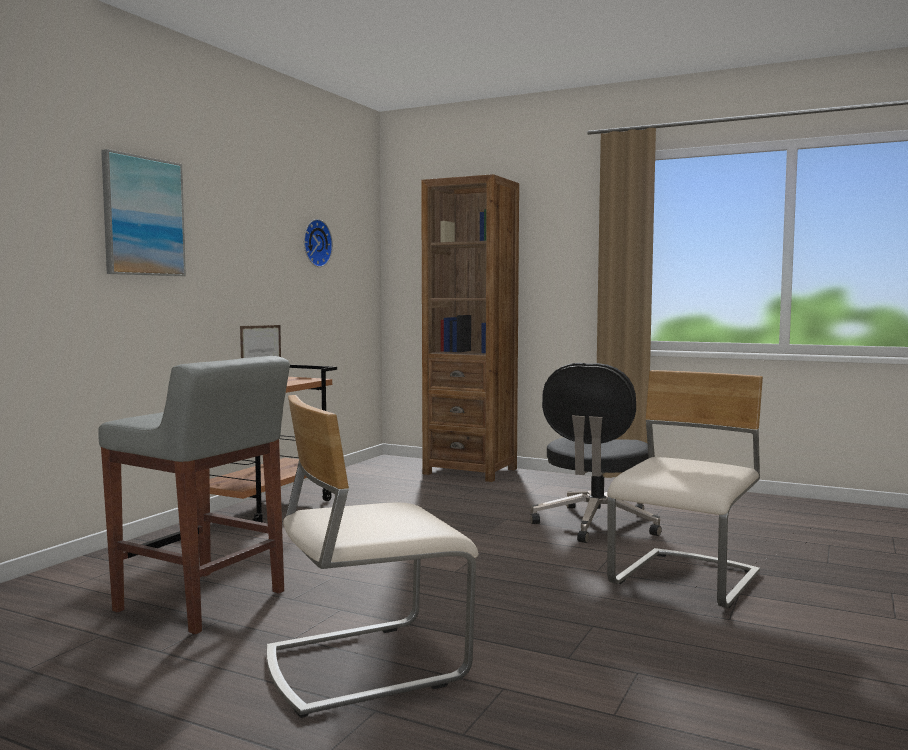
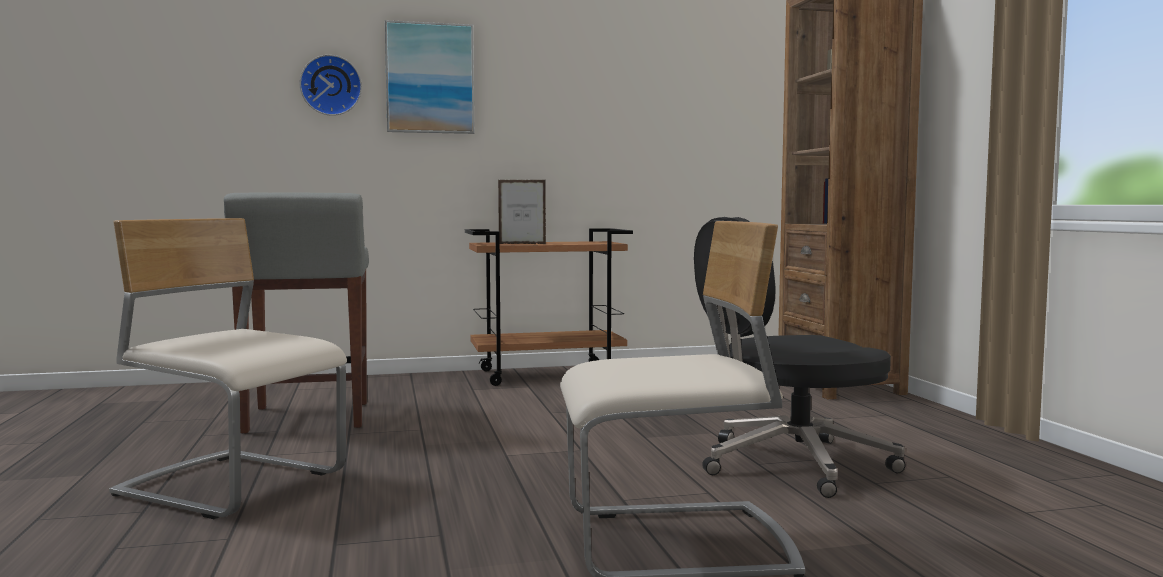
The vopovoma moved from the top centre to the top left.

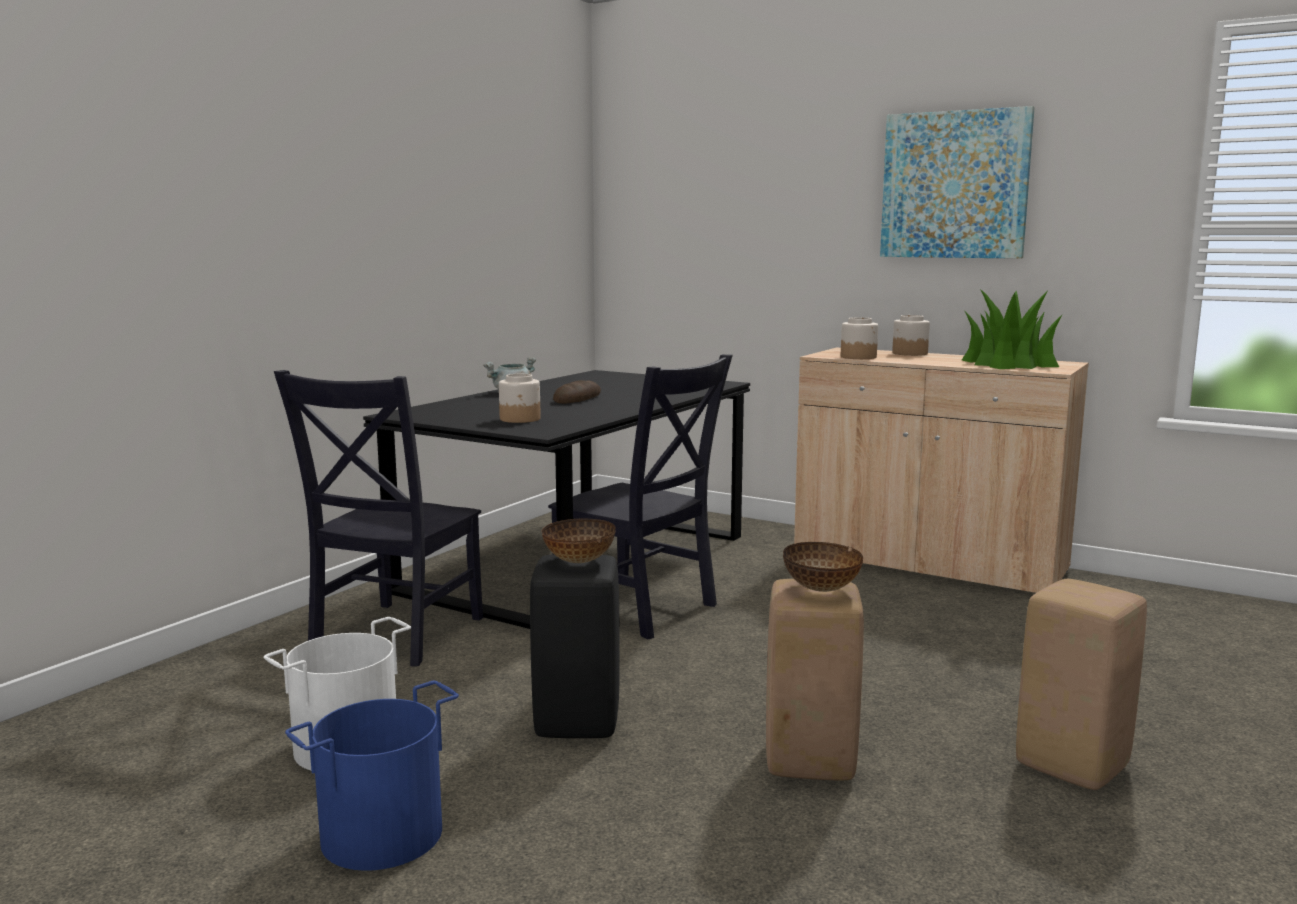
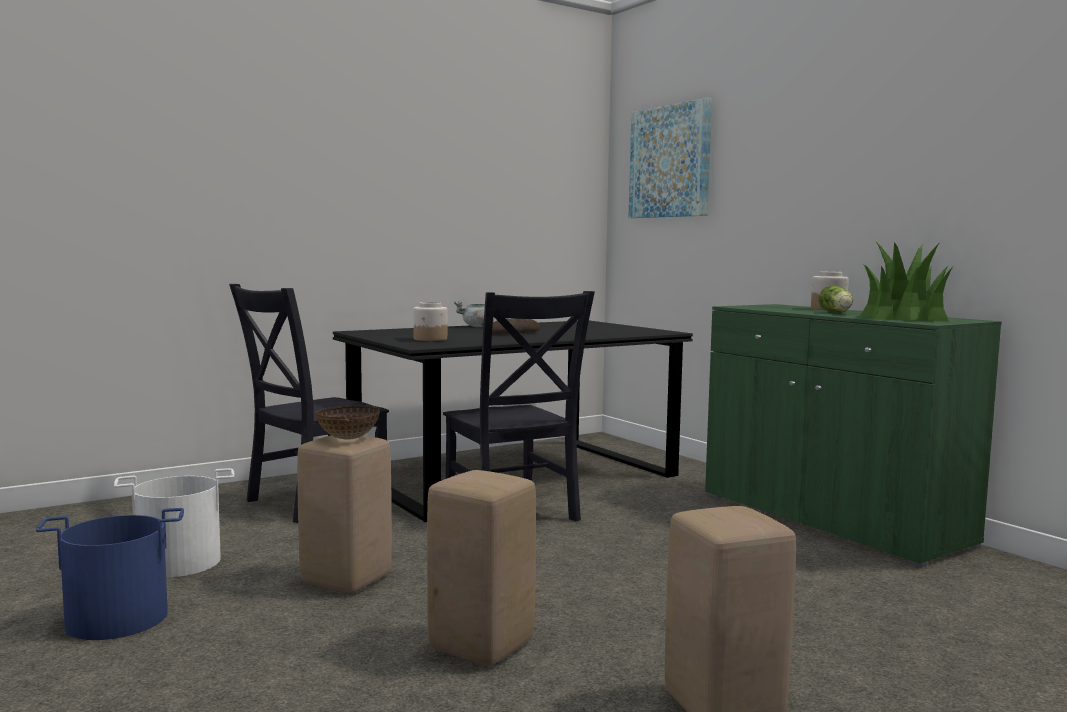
The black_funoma at the bottom centre became the beige_funoma (1st from left) at the bottom left. The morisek (2nd from left) at the centre disappeared. The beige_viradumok at the middle right became the green_viradumok at the middle right. The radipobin (2nd from left) at the centre disappeared. The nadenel moved from the top right to the top centre. The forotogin at the middle right appeared.

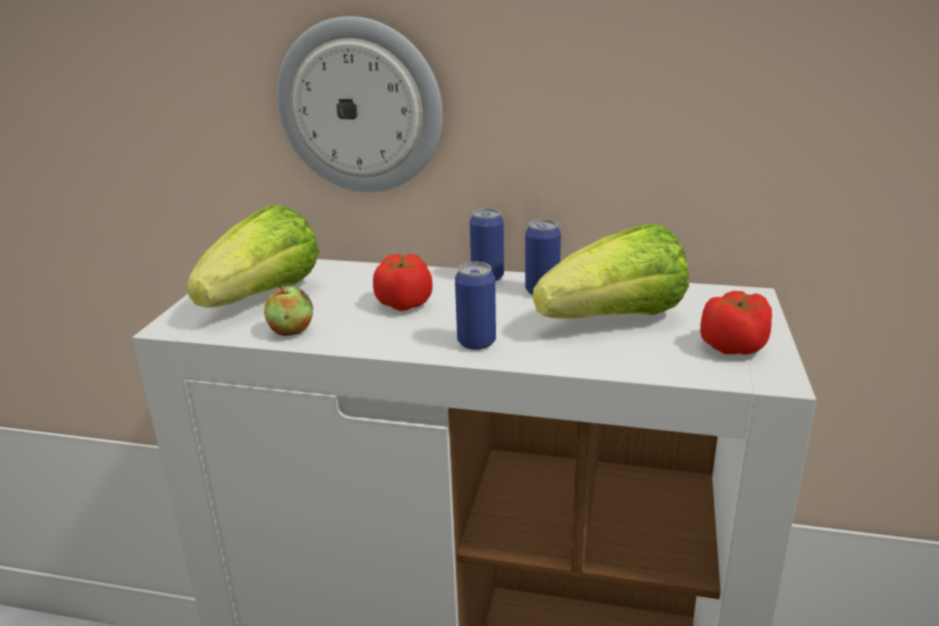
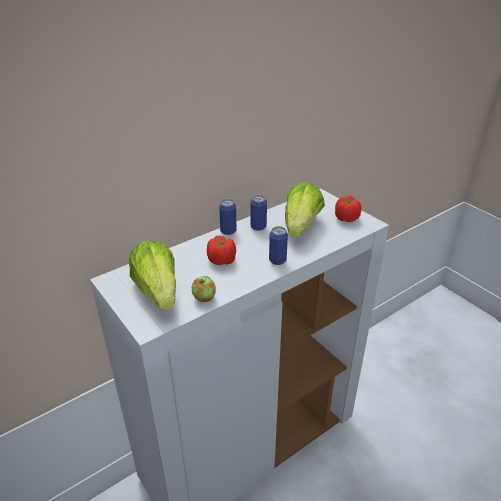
The vopovoma at the top centre disappeared.

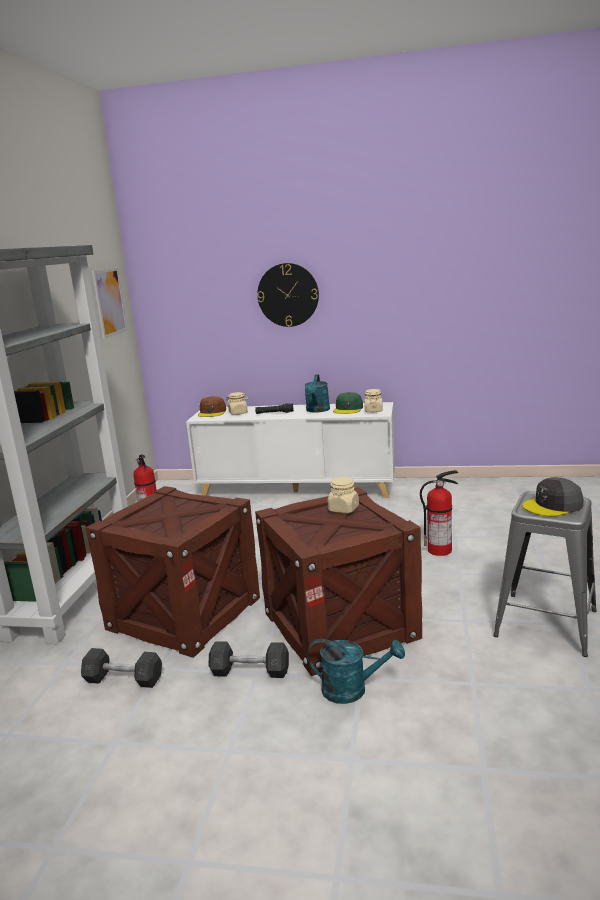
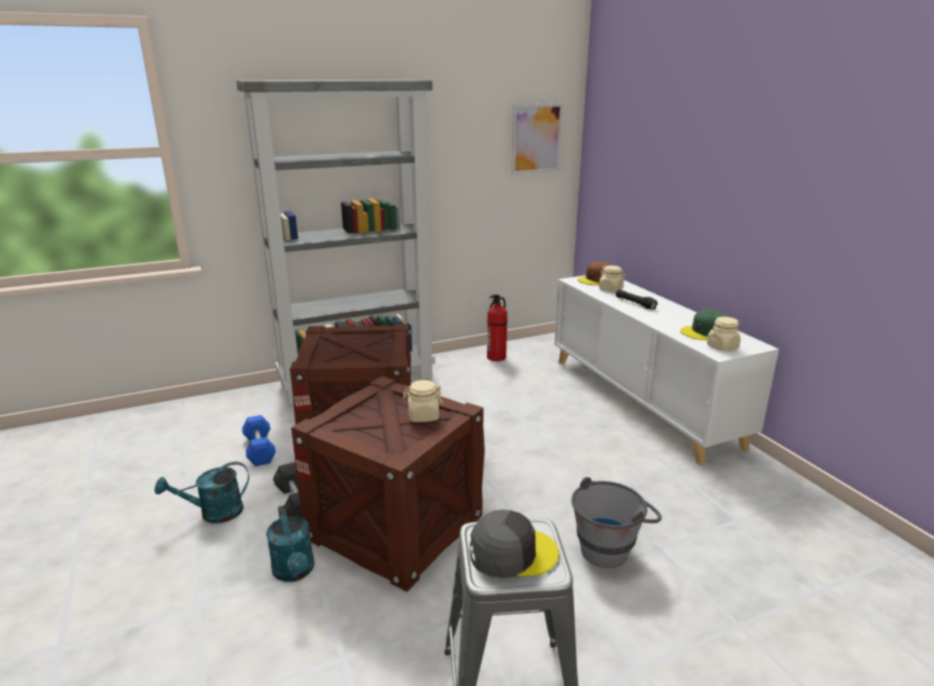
The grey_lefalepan (1st from left) at the bottom left became the blue_lefalepan at the middle left. The vopovoma at the top centre disappeared. The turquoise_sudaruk (1st from left) moved from the centre to the bottom left. The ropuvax (2nd from left) at the middle right was replaced by the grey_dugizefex at the bottom centre. The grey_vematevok at the middle right turned 135 degrees clockwise.

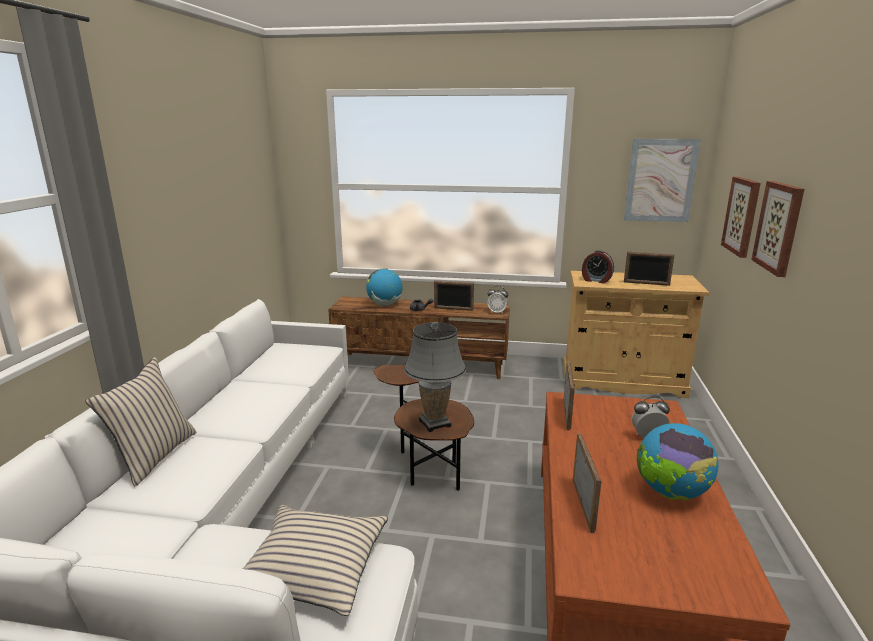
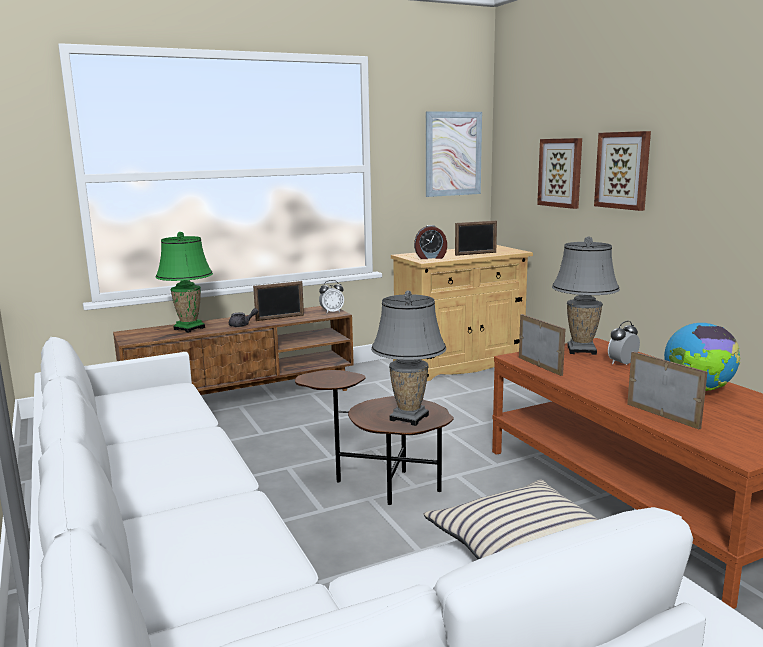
The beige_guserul (1st from left) at the middle left disappeared. The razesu (1st from left) at the centre was replaced by the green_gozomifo at the middle left. The grey_gozomifo (2nd from left) at the middle right appeared.

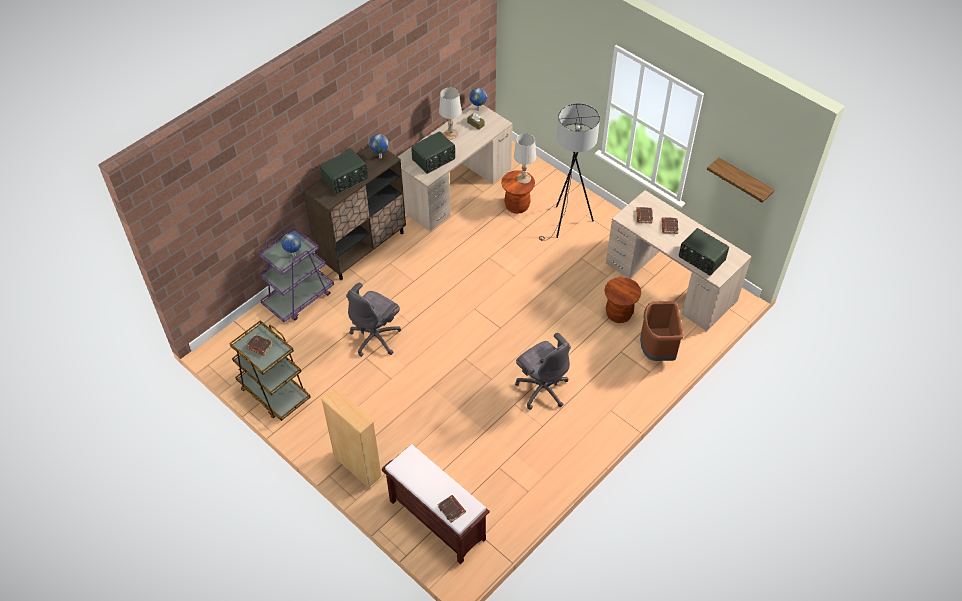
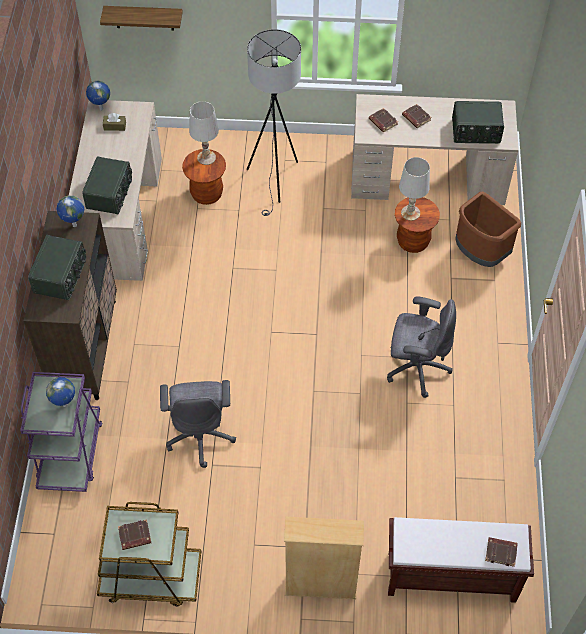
The white_gozomifo (1st from left in the first image) moved from the top centre to the top right. The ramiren moved from the top right to the top left.

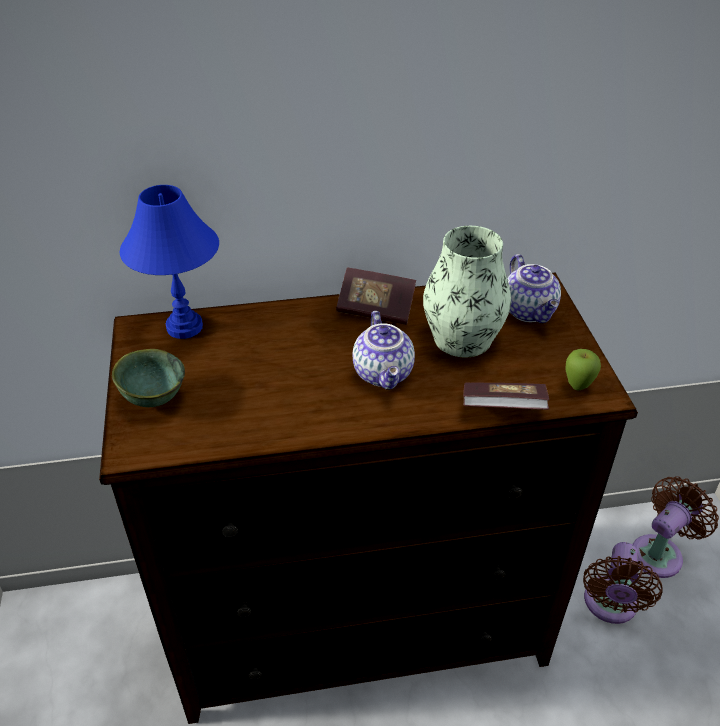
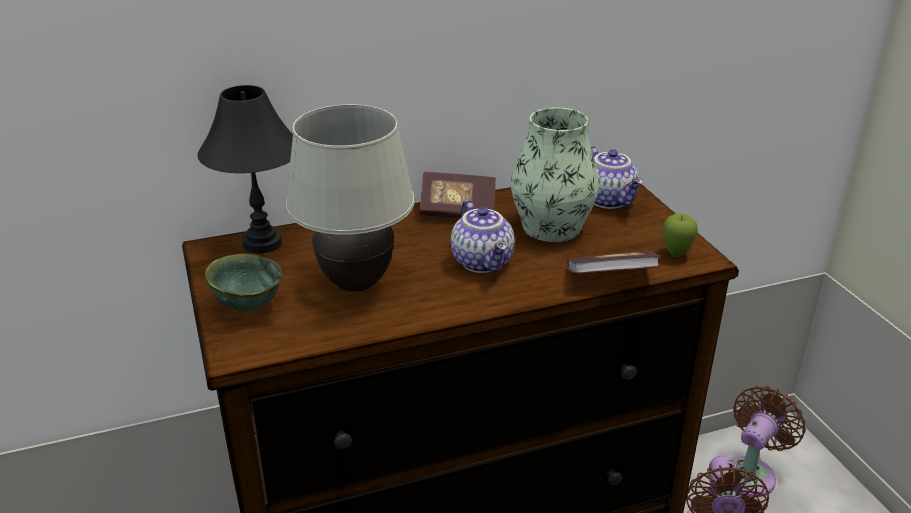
The blue_gozomifo at the middle left became the black_gozomifo at the top left. The white_gozomifo at the centre appeared.

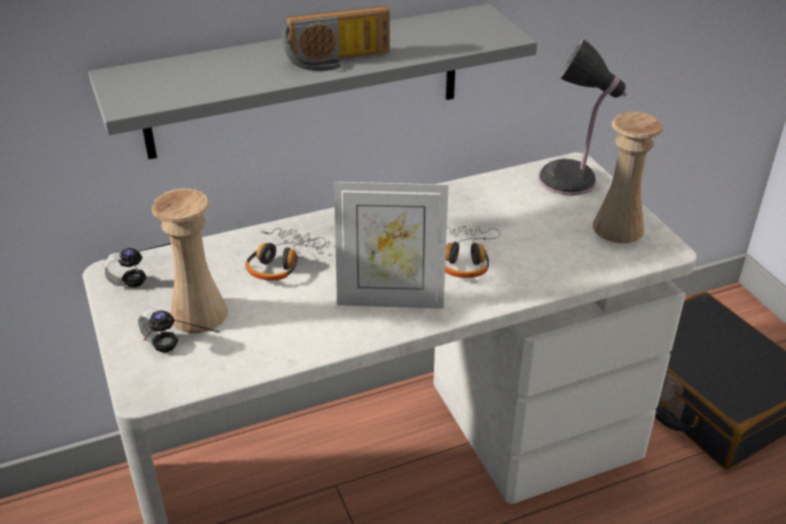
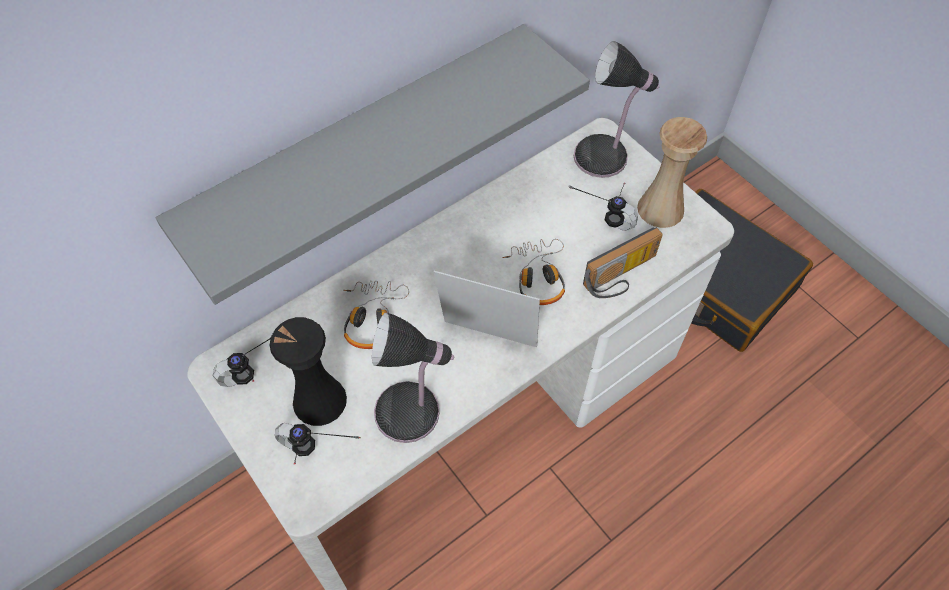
The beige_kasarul (1st from left) at the middle left became the black_kasarul at the middle left. The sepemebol moved from the top centre to the centre. The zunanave at the centre turned 150 degrees counterclockwise. The gozomifo (1st from left) at the centre appeared. The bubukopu (5th from left) at the centre appeared.

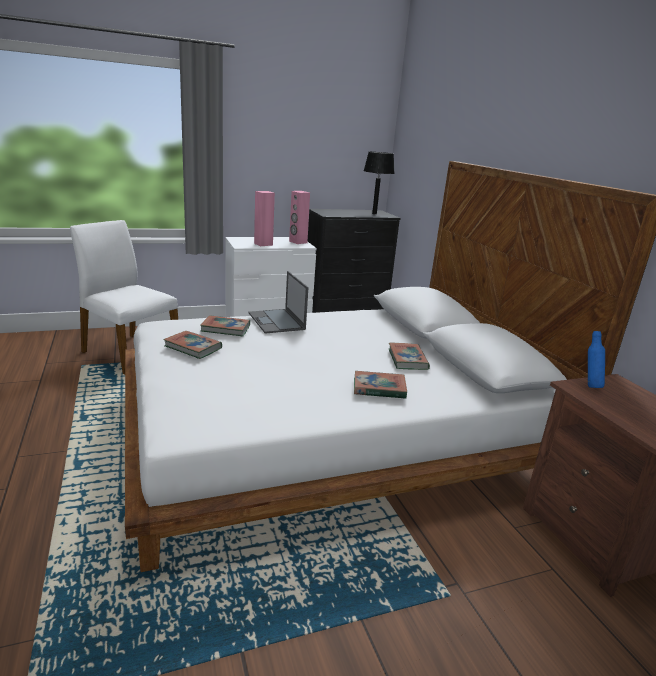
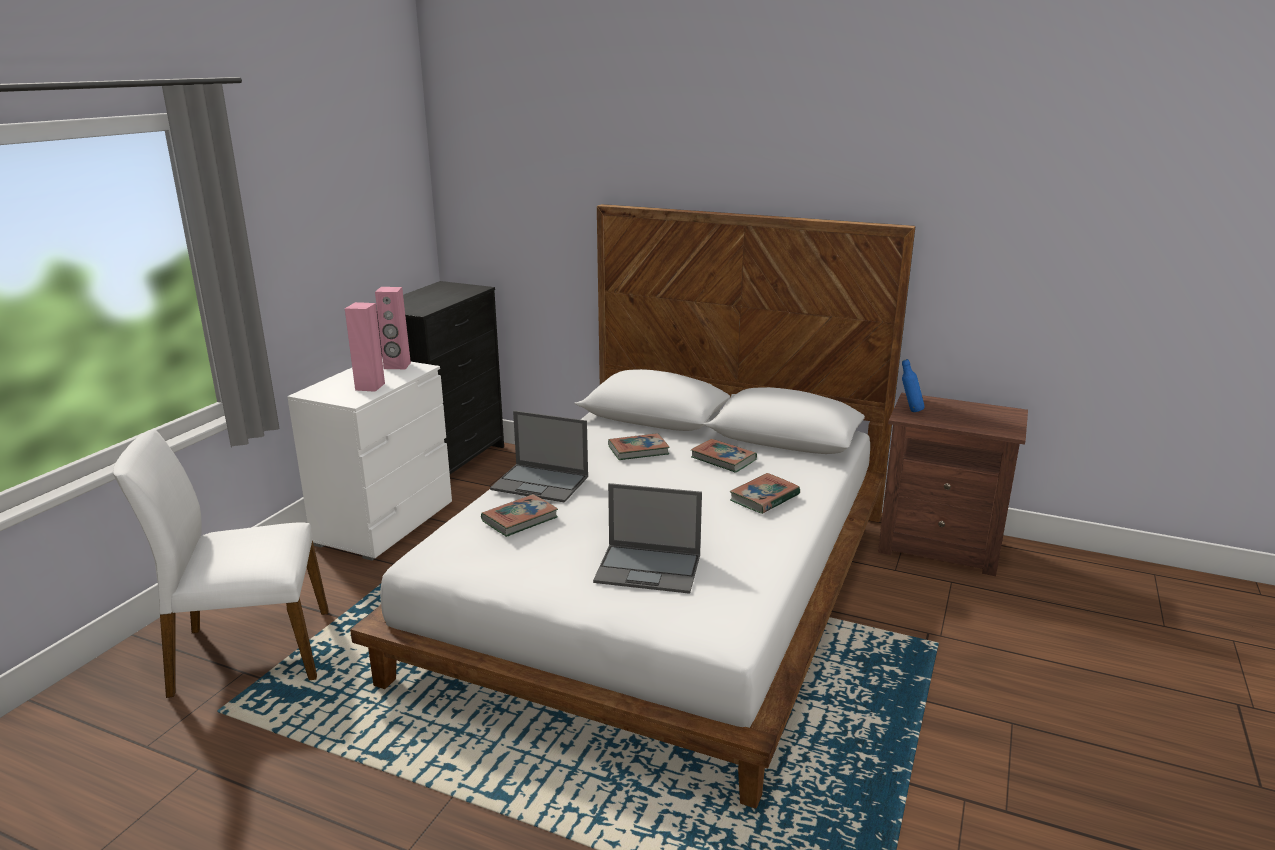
The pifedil (1st from left in the first image) moved from the middle left to the centre. The black_gozomifo at the top centre disappeared. The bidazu (2nd from left) at the centre appeared.

